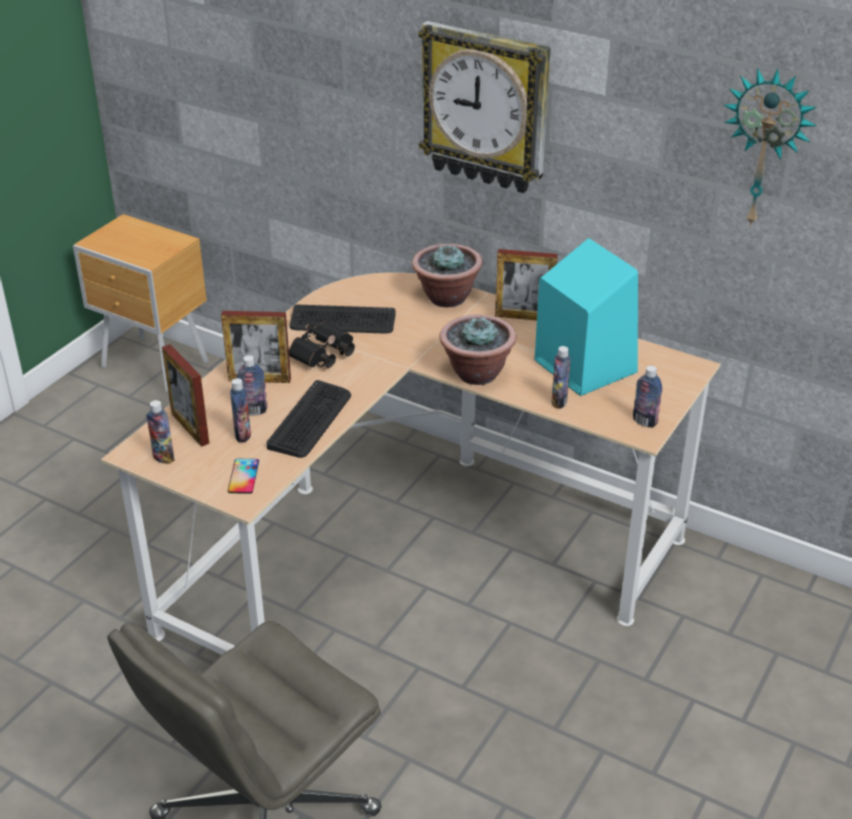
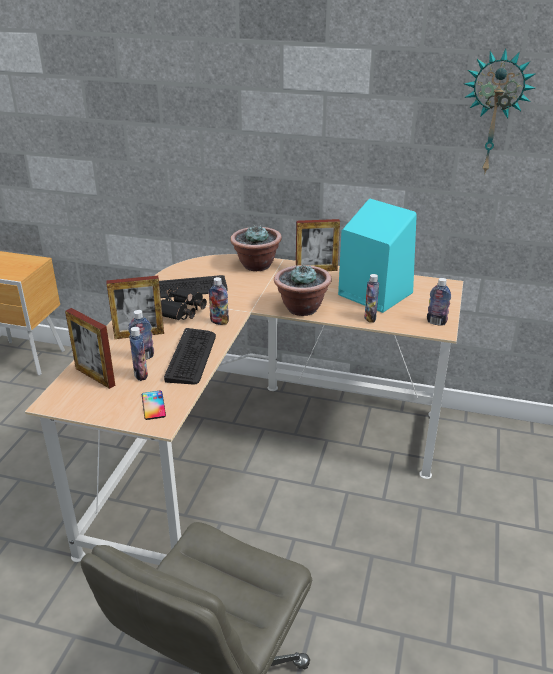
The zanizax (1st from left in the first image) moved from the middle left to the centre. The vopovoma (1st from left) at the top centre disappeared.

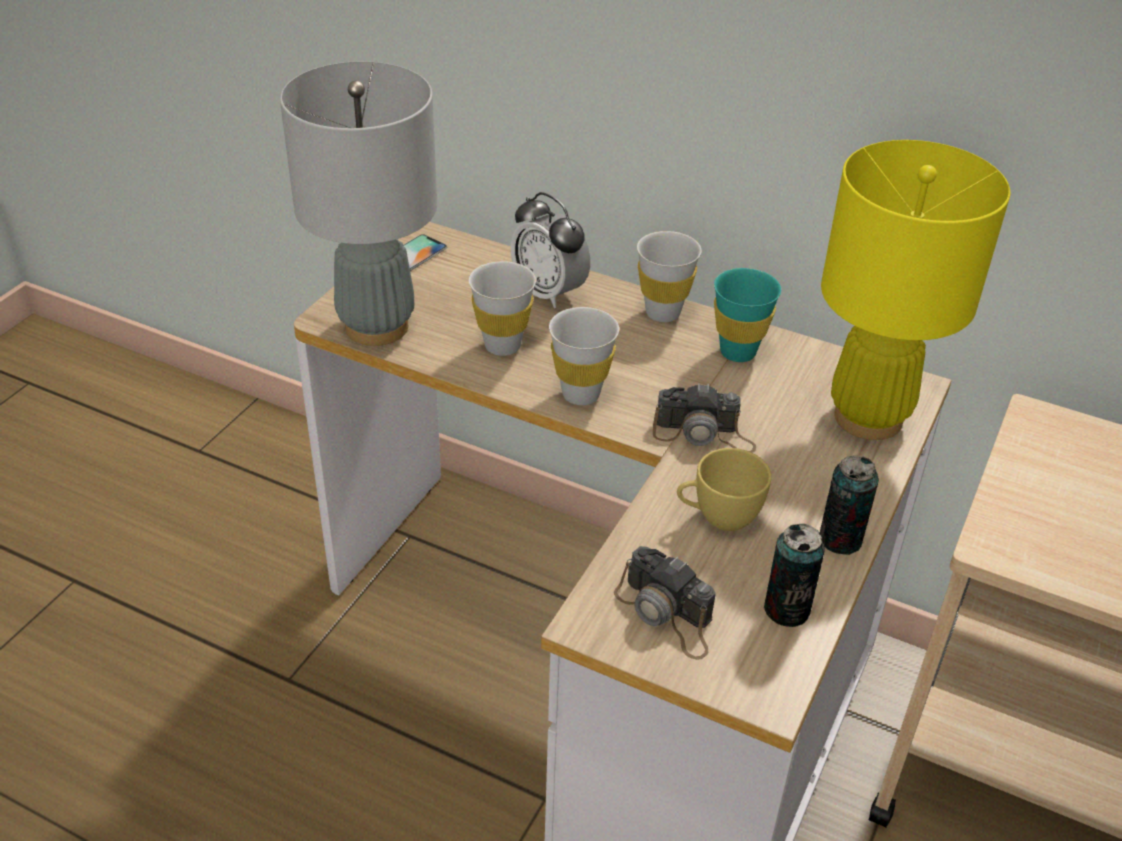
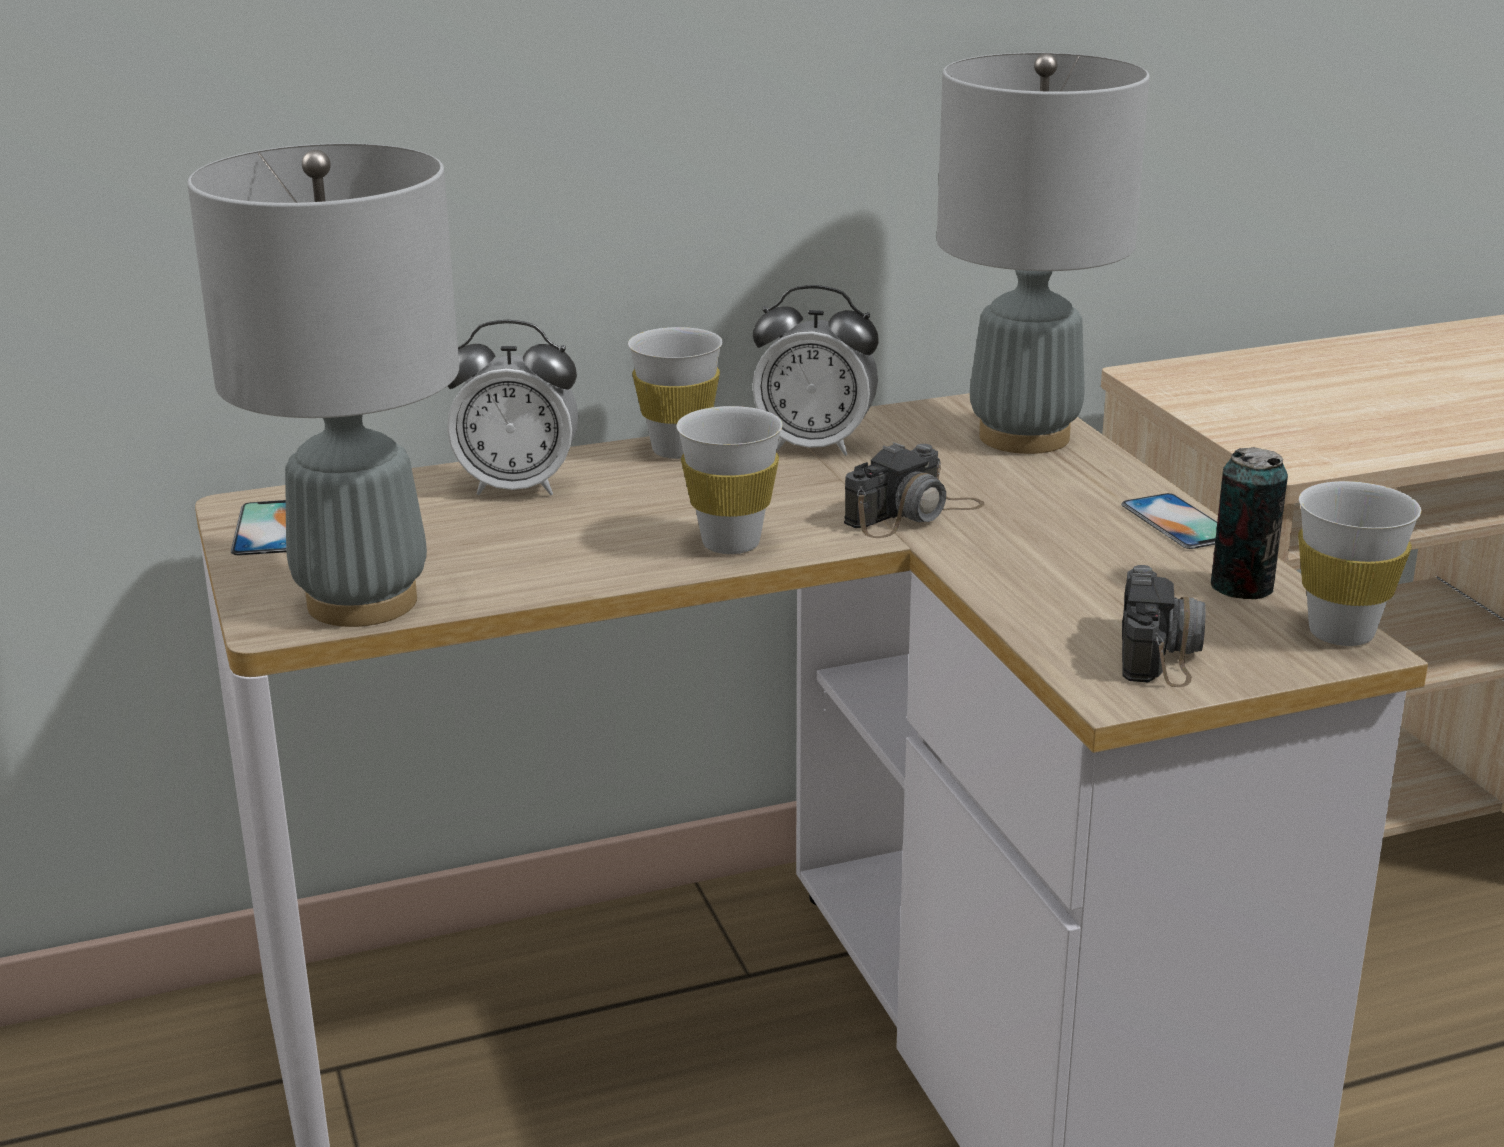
The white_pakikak (1st from left in the first image) moved from the centre to the middle right. The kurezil (1st from left in the first image) at the bottom centre turned 75 degrees counterclockwise. The yellow_pakikak at the centre disappeared. The turquoise_pakikak at the centre was replaced by the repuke (2nd from left) at the top centre. The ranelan (2nd from left) at the middle right was replaced by the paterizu (2nd from left) at the middle right. The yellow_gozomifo at the middle right became the grey_gozomifo (2nd from left) at the top right.

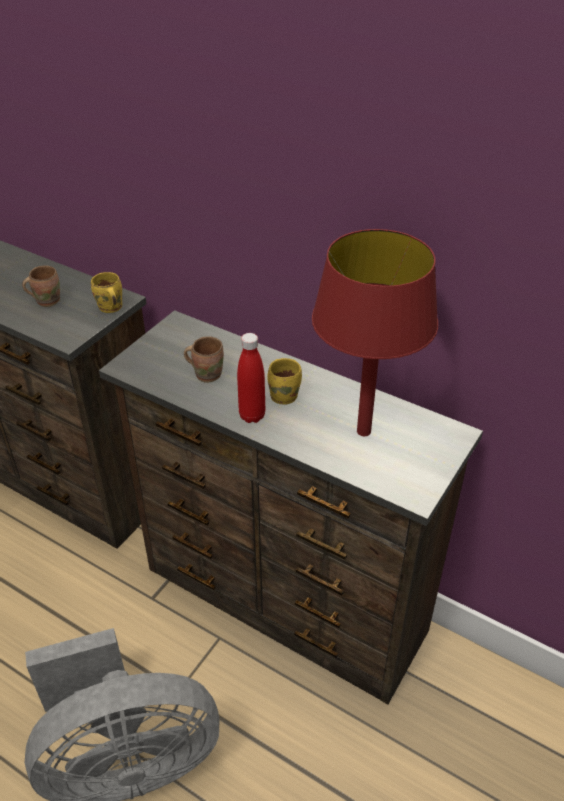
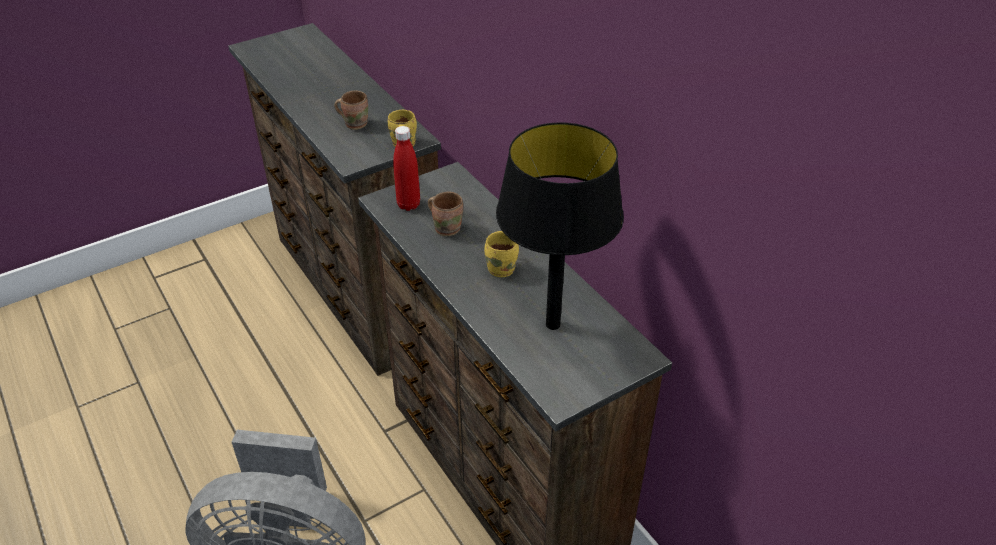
The red_zanizax moved from the centre to the top centre. The red_gozomifo at the centre became the black_gozomifo at the centre.

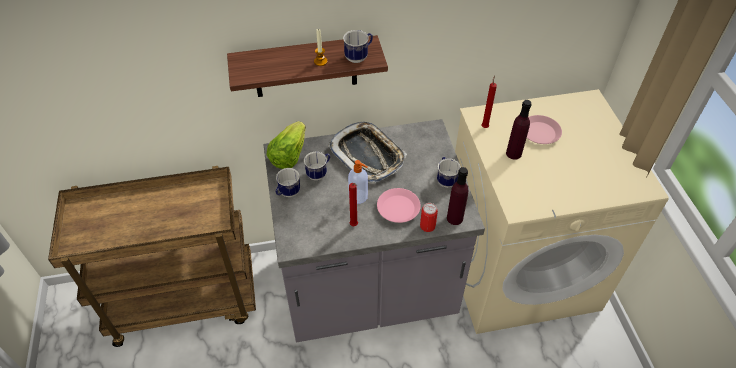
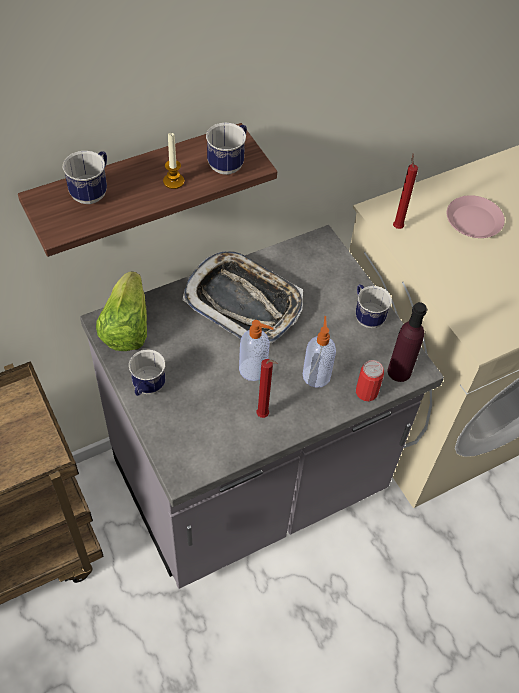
The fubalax (2nd from left in the first image) moved from the centre to the top left. The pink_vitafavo (1st from left) at the centre was replaced by the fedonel (2nd from left) at the centre. The purple_zanizax (2nd from left) at the middle right disappeared.

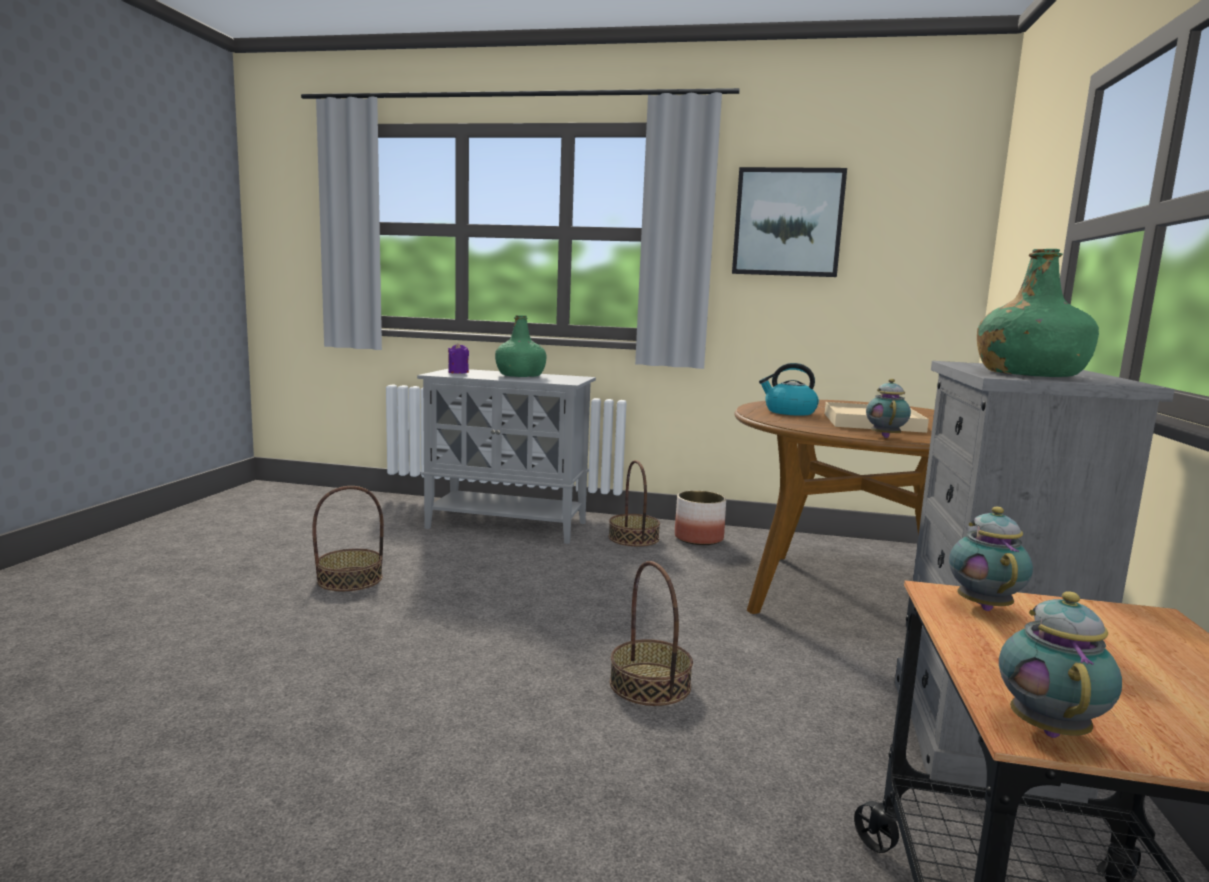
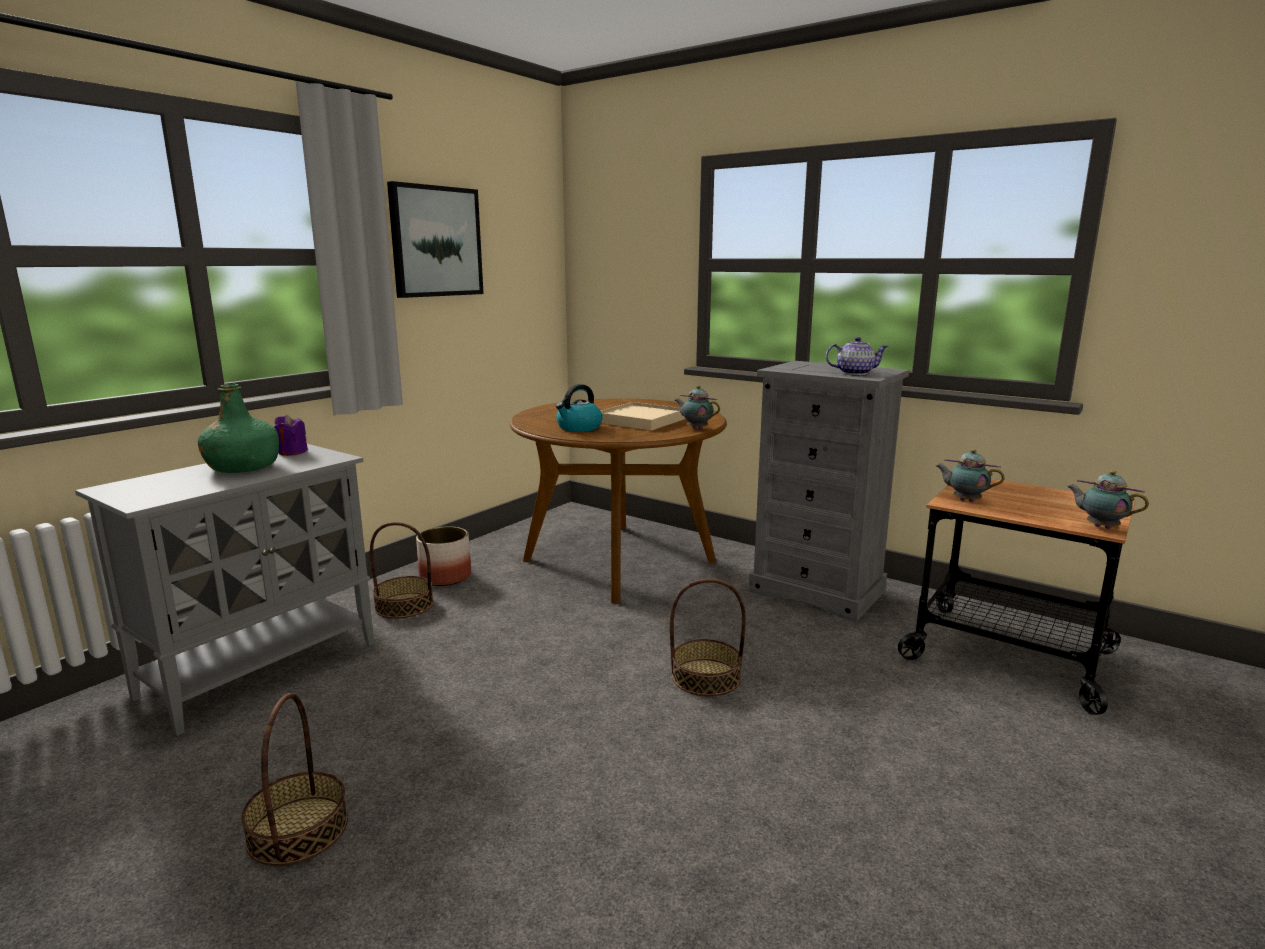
The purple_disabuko moved from the centre to the middle left. The green_zanizax (2nd from left) at the middle right was replaced by the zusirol (2nd from left) at the middle right.

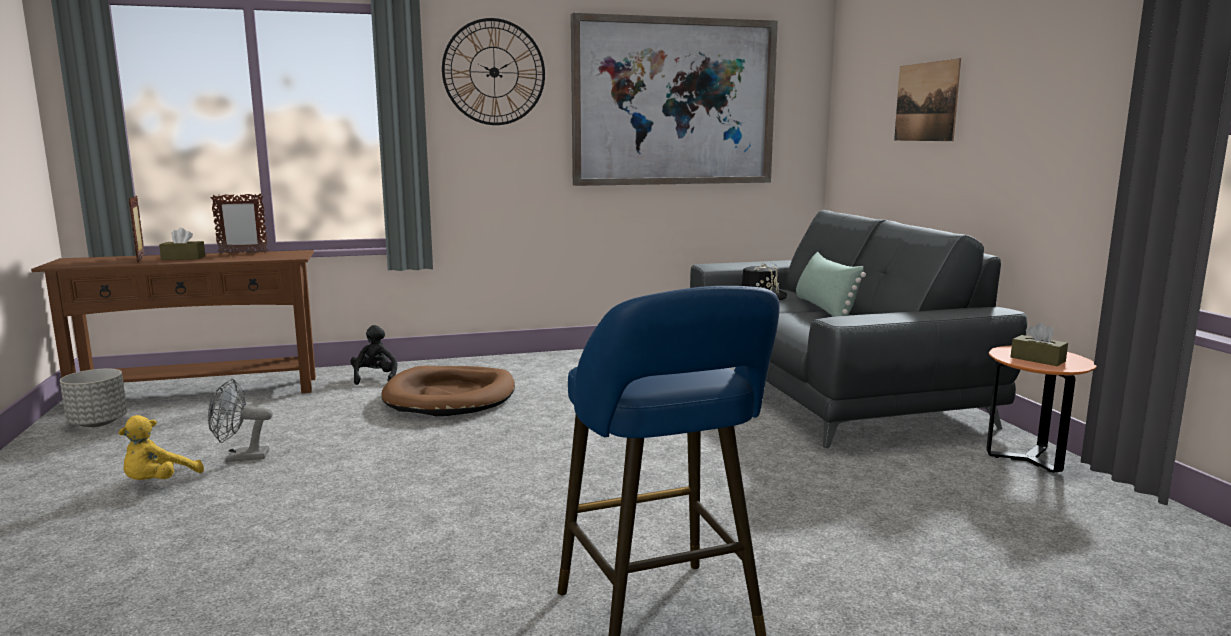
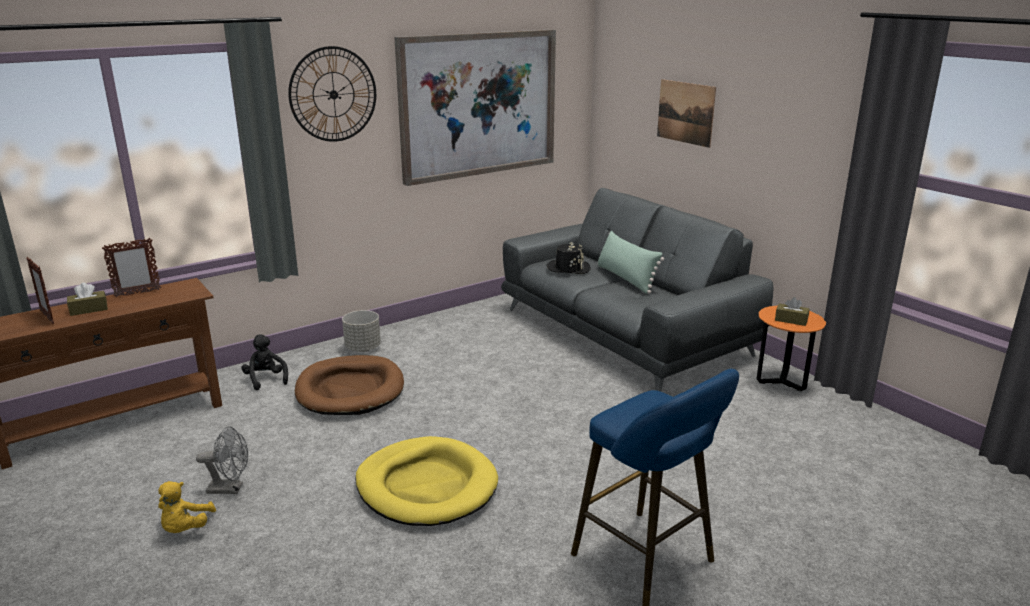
The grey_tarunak moved from the middle left to the centre. The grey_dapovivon at the middle left turned 150 degrees counterclockwise. The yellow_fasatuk at the bottom centre appeared.

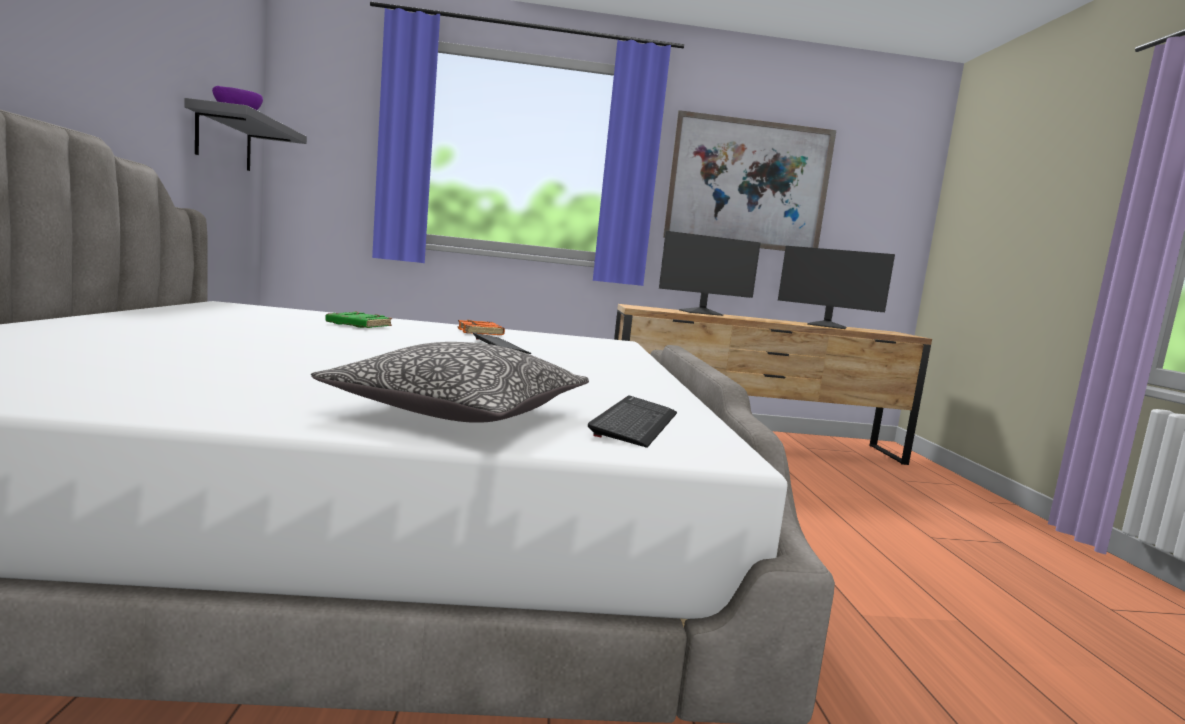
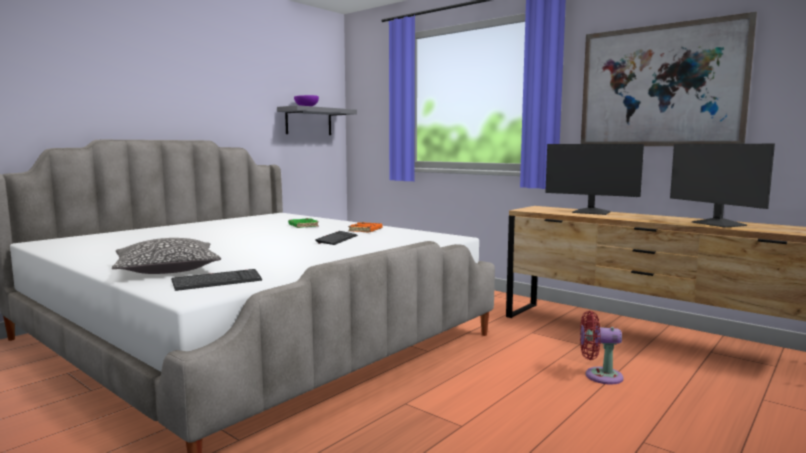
The red_dapovivon at the bottom right appeared.

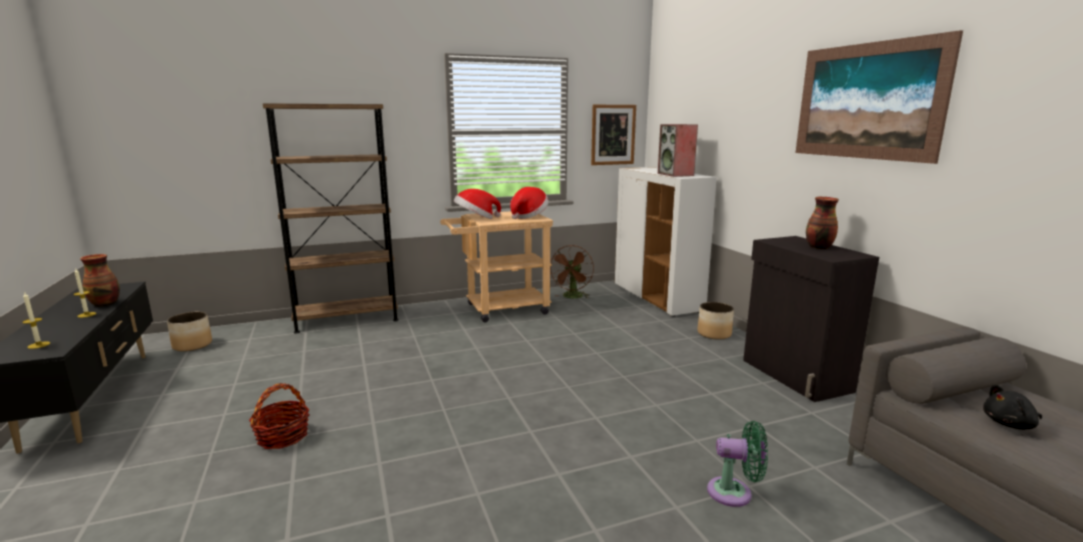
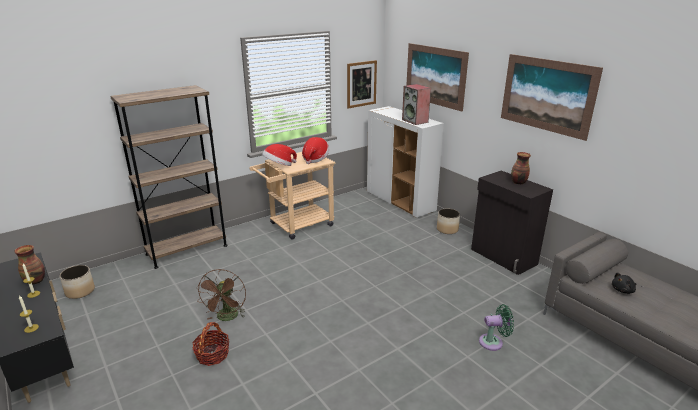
The brown_dapovivon moved from the centre to the bottom left. The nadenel (2nd from left) at the top centre appeared.

